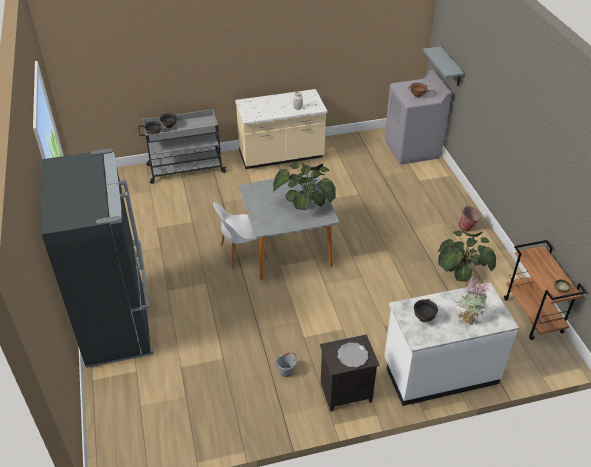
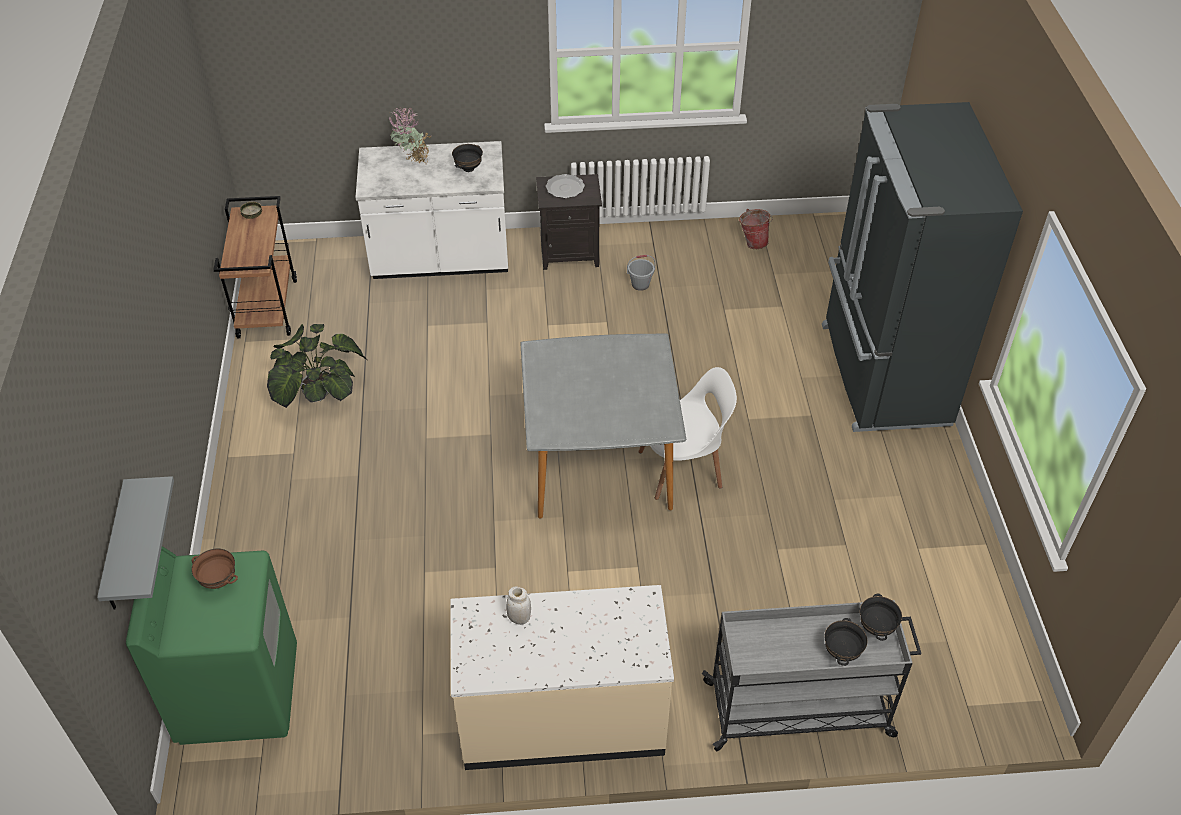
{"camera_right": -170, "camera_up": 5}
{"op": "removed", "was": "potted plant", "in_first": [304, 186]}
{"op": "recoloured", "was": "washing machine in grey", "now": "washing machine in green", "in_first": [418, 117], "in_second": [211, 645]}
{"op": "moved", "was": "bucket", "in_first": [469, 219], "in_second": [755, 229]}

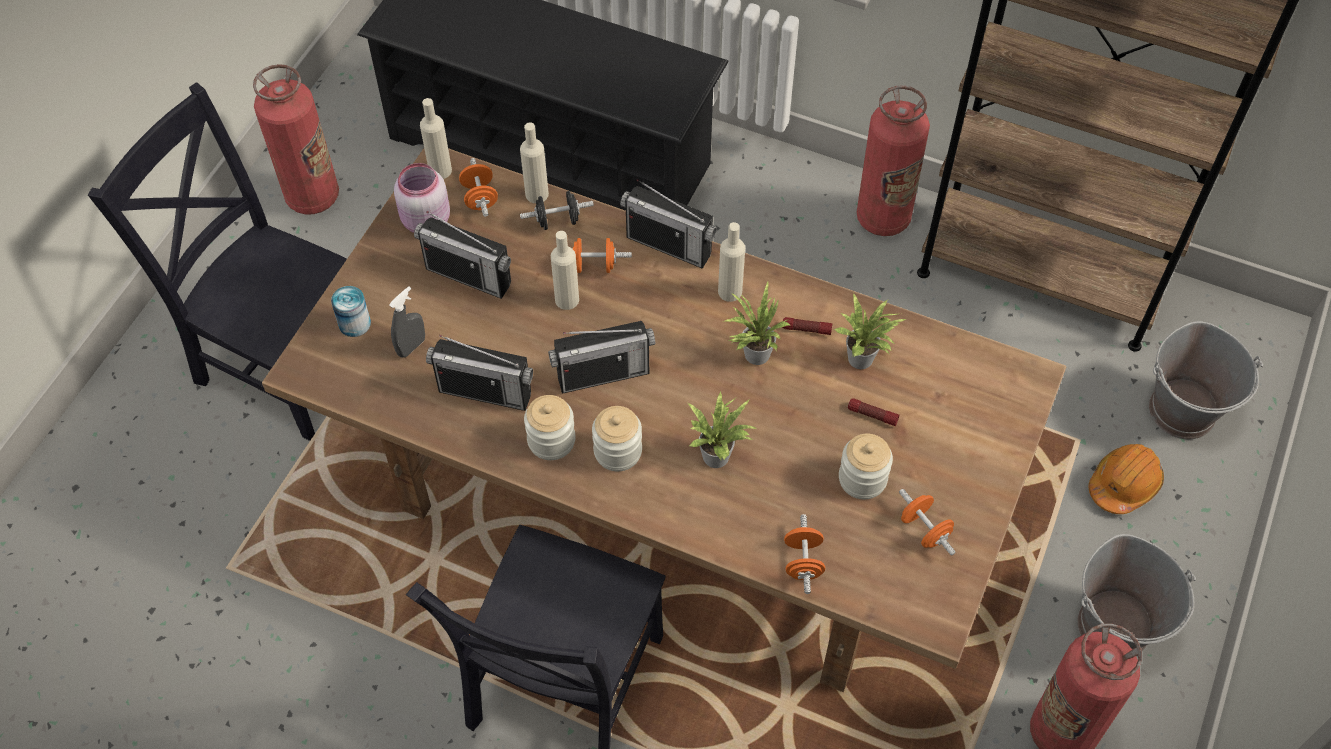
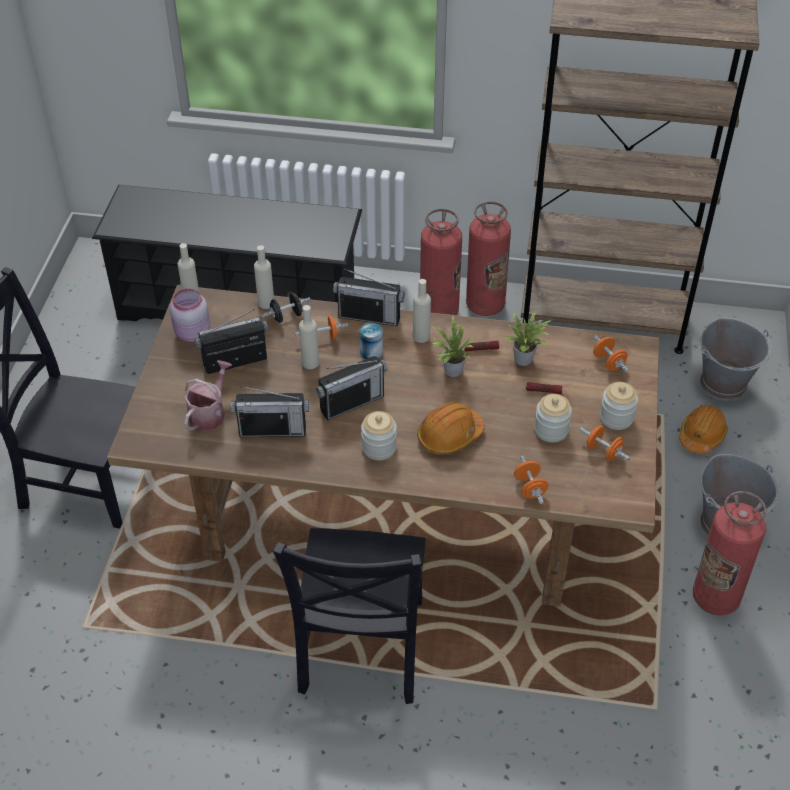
{"camera_right": -15, "camera_up": -10}
{"op": "moved", "was": "fire extinguisher", "in_first": [296, 139], "in_second": [441, 262]}
{"op": "moved", "was": "can", "in_first": [351, 311], "in_second": [371, 341]}
{"op": "replaced", "was": "spray bottle in grey", "now": "watering can", "in_first": [407, 322], "in_second": [208, 395]}
{"op": "turned", "was": "radio", "in_first": [462, 255], "in_second": [231, 341], "clockwise": 150}
{"op": "moved", "was": "dumbbell in orange", "in_first": [478, 187], "in_second": [611, 353]}
{"op": "moved", "was": "jar", "in_first": [549, 427], "in_second": [619, 406]}
{"op": "replaced", "was": "potted plant", "now": "hard hat in orange", "in_first": [722, 430], "in_second": [451, 428]}

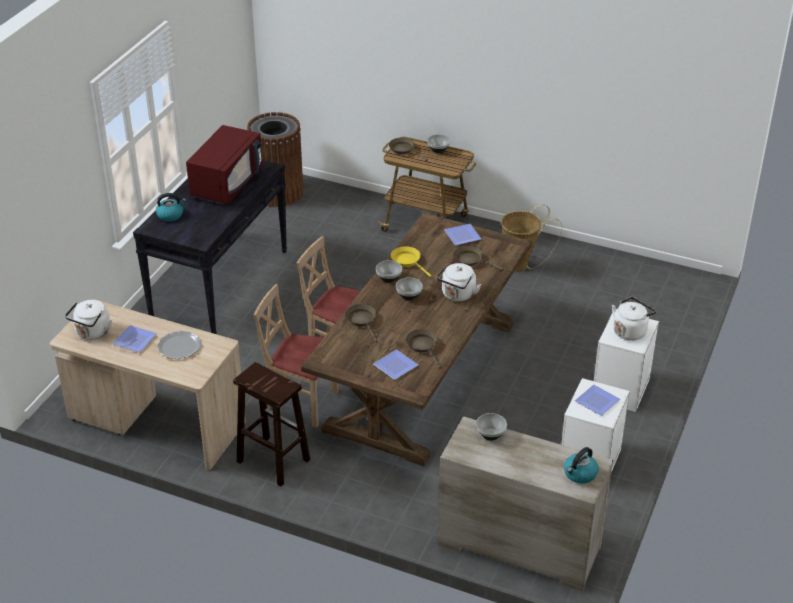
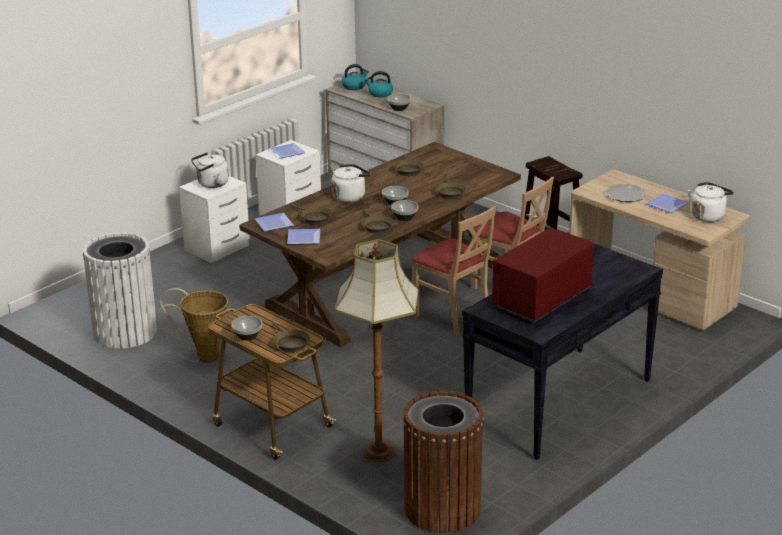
{"camera_right": -160, "camera_up": -10}
{"op": "moved", "was": "kettle", "in_first": [171, 207], "in_second": [378, 84]}
{"op": "moved", "was": "plate", "in_first": [395, 365], "in_second": [274, 222]}
{"op": "recoloured", "was": "frying pan in yellow", "now": "frying pan in brown", "in_first": [411, 261], "in_second": [378, 221]}
{"op": "added", "now": "trash can in white", "in_second": [120, 290]}
{"op": "added", "now": "floor lamp", "in_second": [376, 350]}

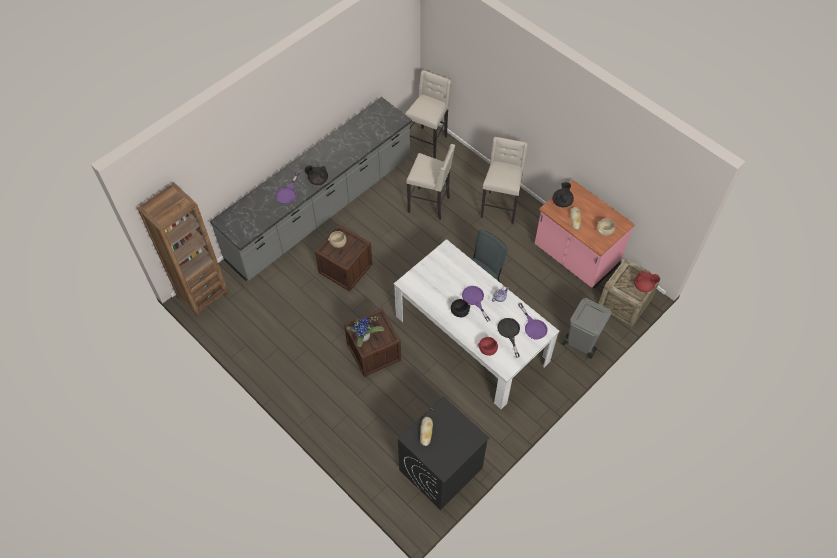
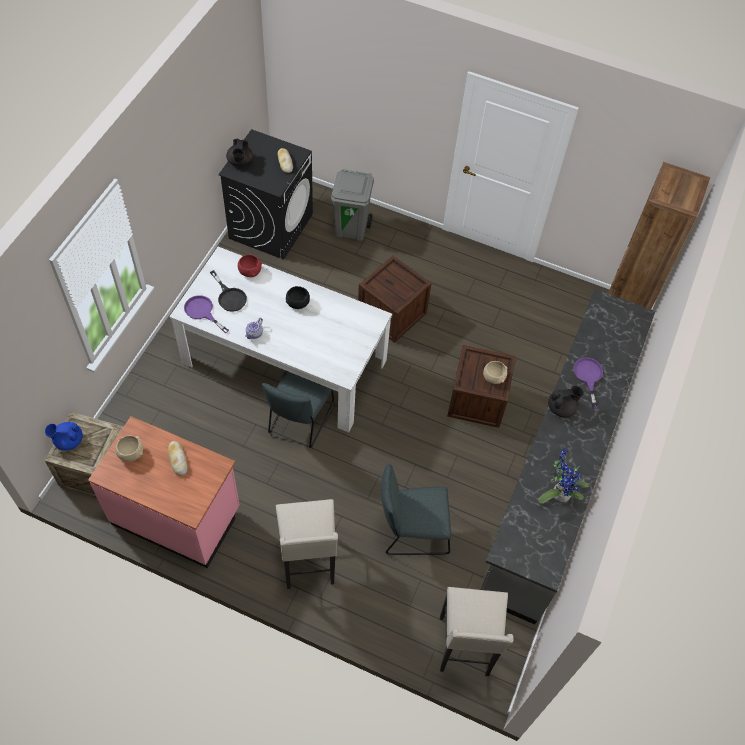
{"camera_right": 155, "camera_up": 0}
{"op": "moved", "was": "potted plant", "in_first": [365, 331], "in_second": [563, 476]}
{"op": "replaced", "was": "stool in beige", "now": "chair in grey", "in_first": [430, 182], "in_second": [416, 509]}
{"op": "removed", "was": "frying pan in purple", "in_first": [476, 304]}
{"op": "moved", "was": "teapot in black", "in_first": [563, 194], "in_second": [239, 153]}
{"op": "moved", "was": "trash can in grey", "in_first": [586, 328], "in_second": [352, 205]}
{"op": "recoloured", "was": "teapot in red", "now": "teapot in blue", "in_first": [647, 281], "in_second": [64, 436]}

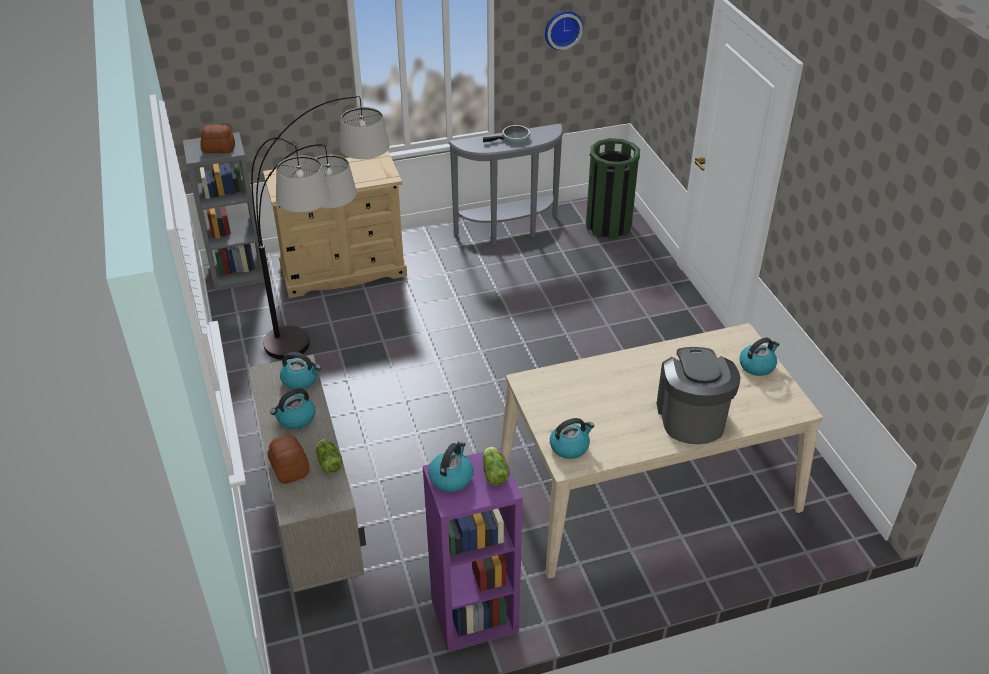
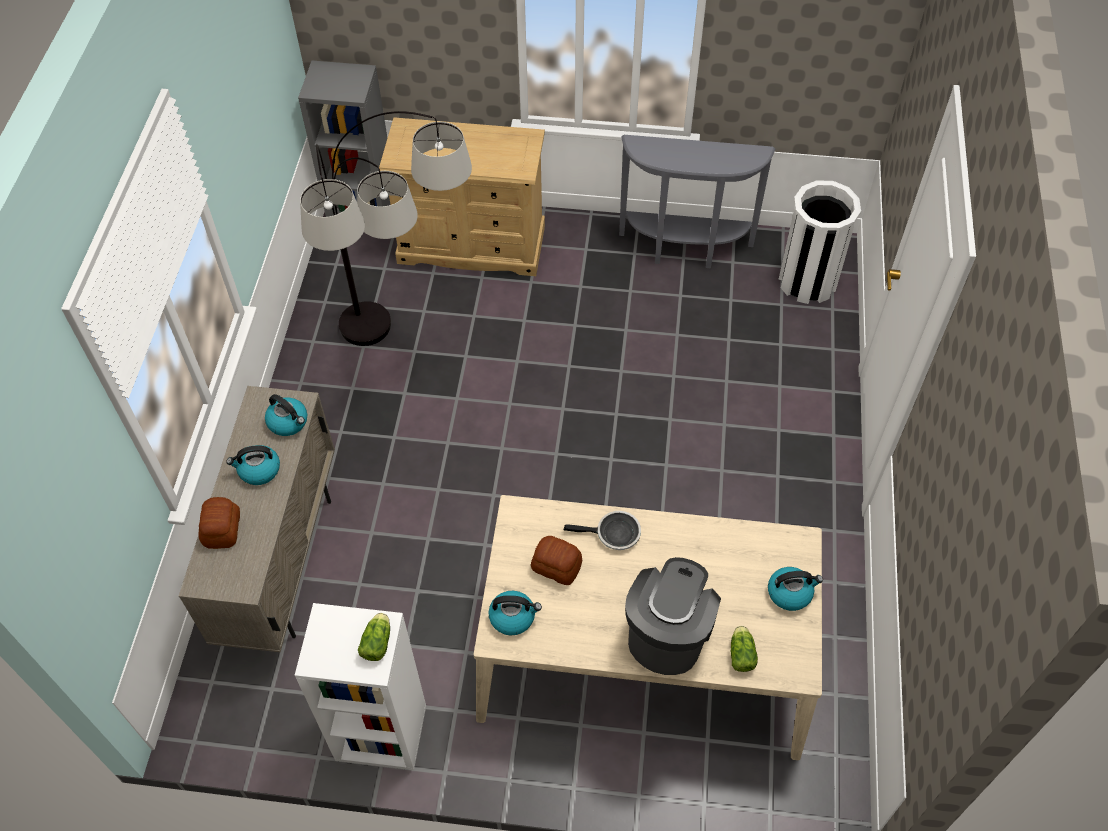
{"camera_right": 25, "camera_up": 15}
{"op": "moved", "was": "bread", "in_first": [217, 139], "in_second": [556, 560]}
{"op": "moved", "was": "lettuce", "in_first": [329, 456], "in_second": [744, 649]}
{"op": "recoloured", "was": "bookcase in purple", "now": "bookcase in white", "in_first": [473, 550], "in_second": [360, 686]}
{"op": "removed", "was": "kettle", "in_first": [450, 466]}
{"op": "moved", "was": "frying pan", "in_first": [506, 134], "in_second": [602, 530]}
{"op": "removed", "was": "wall clock", "in_first": [564, 30]}
{"op": "recoloured", "was": "trash can in green", "now": "trash can in white", "in_first": [613, 188], "in_second": [819, 242]}

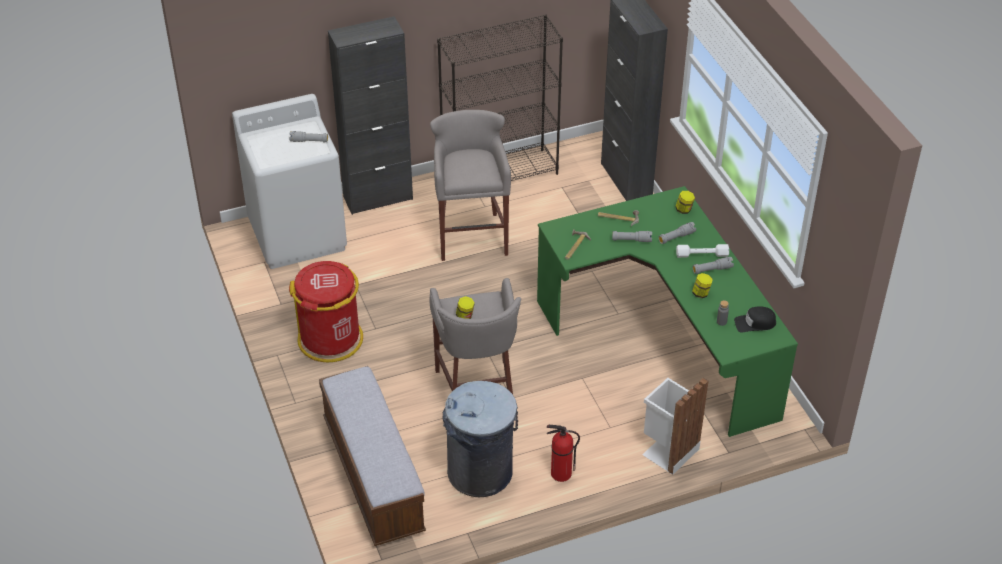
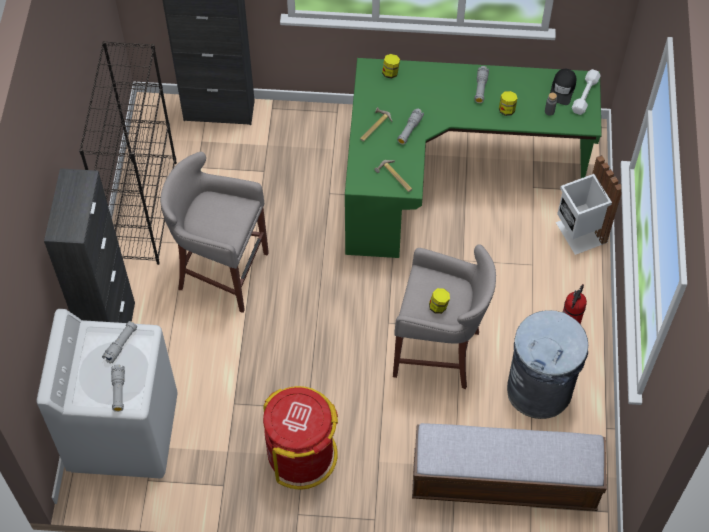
{"camera_right": -65, "camera_up": 15}
{"op": "moved", "was": "flashlight in grey", "in_first": [677, 233], "in_second": [118, 388]}
{"op": "moved", "was": "dumbbell in white", "in_first": [702, 251], "in_second": [586, 92]}

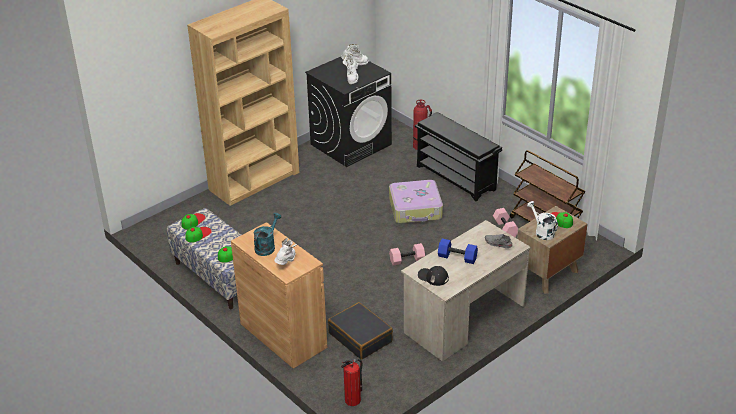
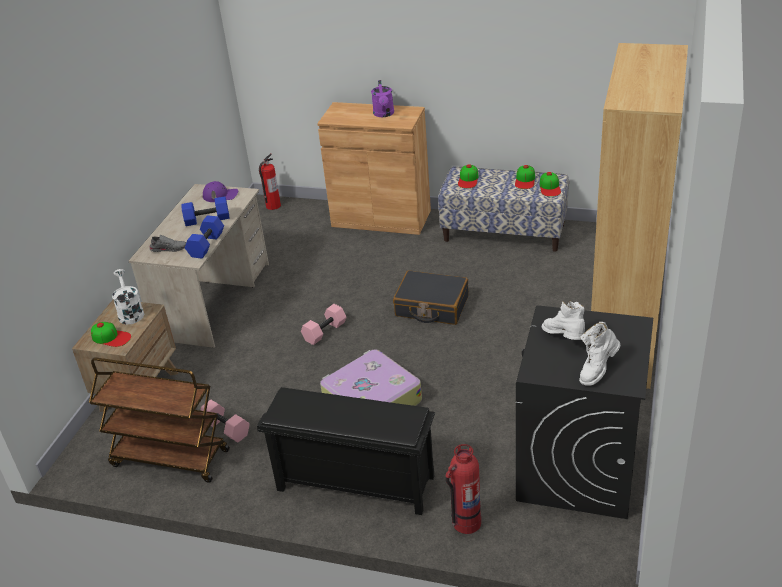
{"camera_right": 150, "camera_up": 0}
{"op": "recoloured", "was": "watering can in turquoise", "now": "watering can in purple", "in_first": [267, 234], "in_second": [382, 98]}
{"op": "removed", "was": "boot in white", "in_first": [285, 251]}
{"op": "moved", "was": "suitcase in black", "in_first": [360, 331], "in_second": [431, 297]}
{"op": "recoloured", "was": "cap in black", "now": "cap in purple", "in_first": [433, 276], "in_second": [220, 191]}
{"op": "turned", "was": "watering can in white", "in_first": [542, 220], "in_second": [128, 296], "clockwise": -135}
{"op": "added", "now": "dumbbell in blue", "in_second": [204, 236]}

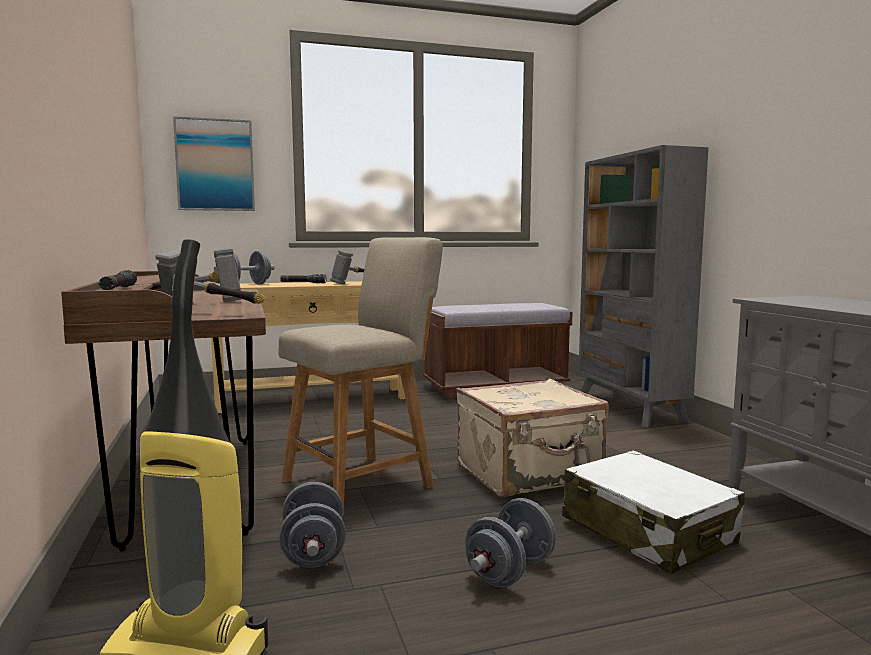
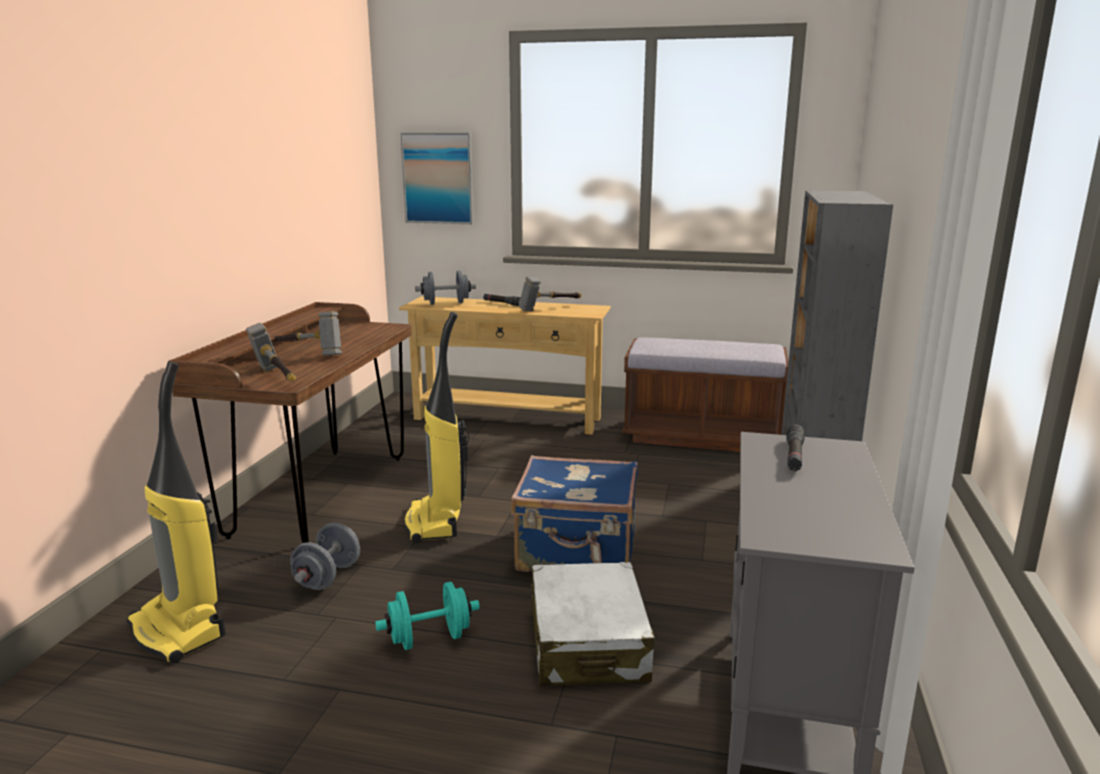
{"camera_right": 30, "camera_up": 10}
{"op": "moved", "was": "flashlight in black", "in_first": [118, 280], "in_second": [796, 447]}
{"op": "replaced", "was": "chair in beige", "now": "vacuum cleaner", "in_first": [360, 376], "in_second": [436, 427]}
{"op": "recoloured", "was": "suitcase in beige", "now": "suitcase in blue", "in_first": [533, 438], "in_second": [574, 513]}
{"op": "recoloured", "was": "dumbbell in grey", "now": "dumbbell in turquoise", "in_first": [510, 542], "in_second": [427, 616]}

